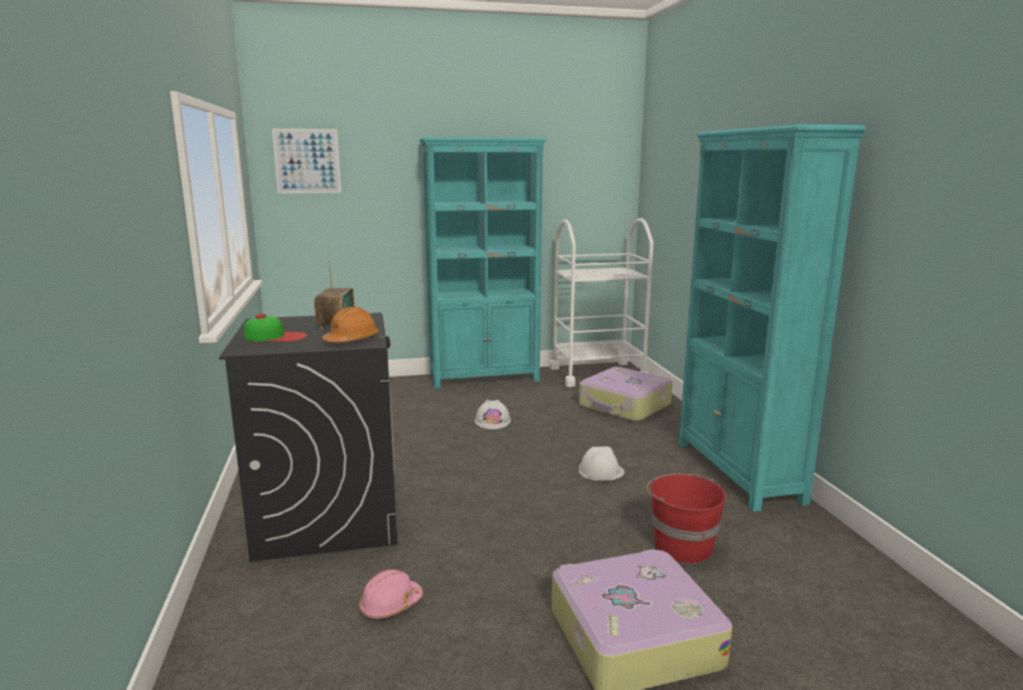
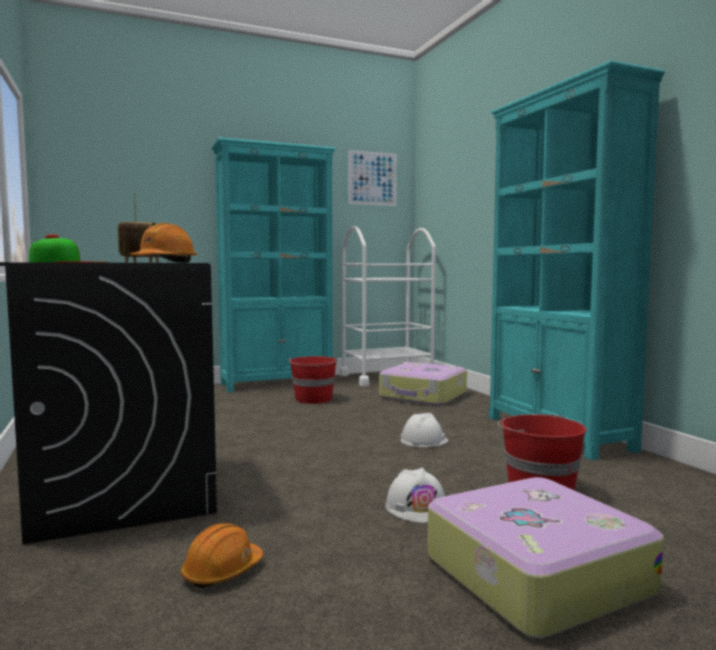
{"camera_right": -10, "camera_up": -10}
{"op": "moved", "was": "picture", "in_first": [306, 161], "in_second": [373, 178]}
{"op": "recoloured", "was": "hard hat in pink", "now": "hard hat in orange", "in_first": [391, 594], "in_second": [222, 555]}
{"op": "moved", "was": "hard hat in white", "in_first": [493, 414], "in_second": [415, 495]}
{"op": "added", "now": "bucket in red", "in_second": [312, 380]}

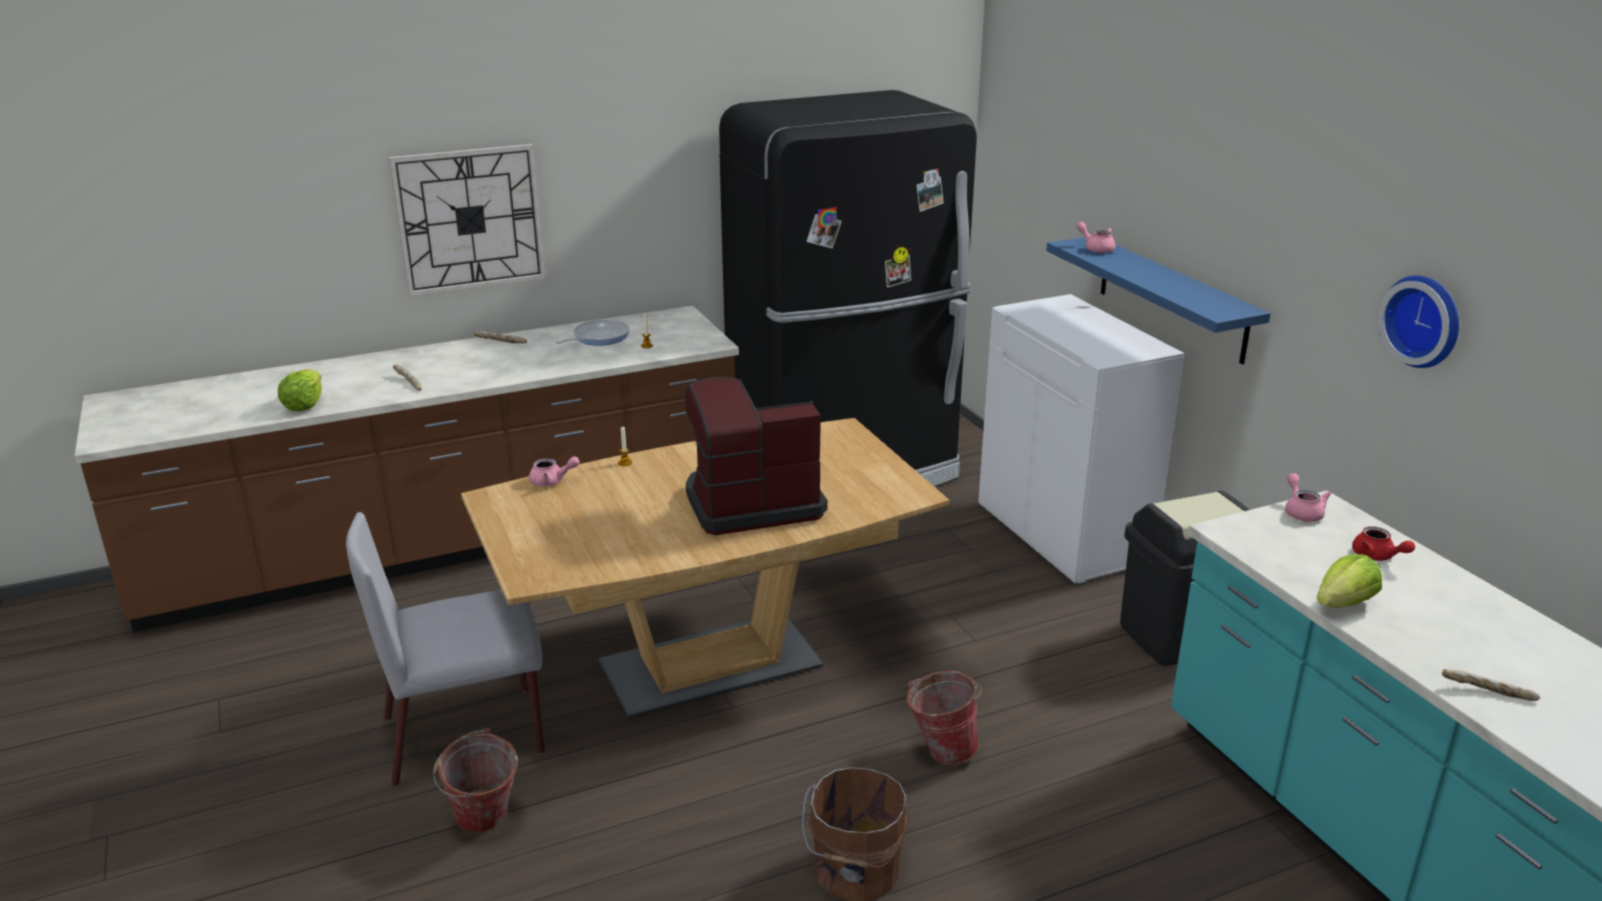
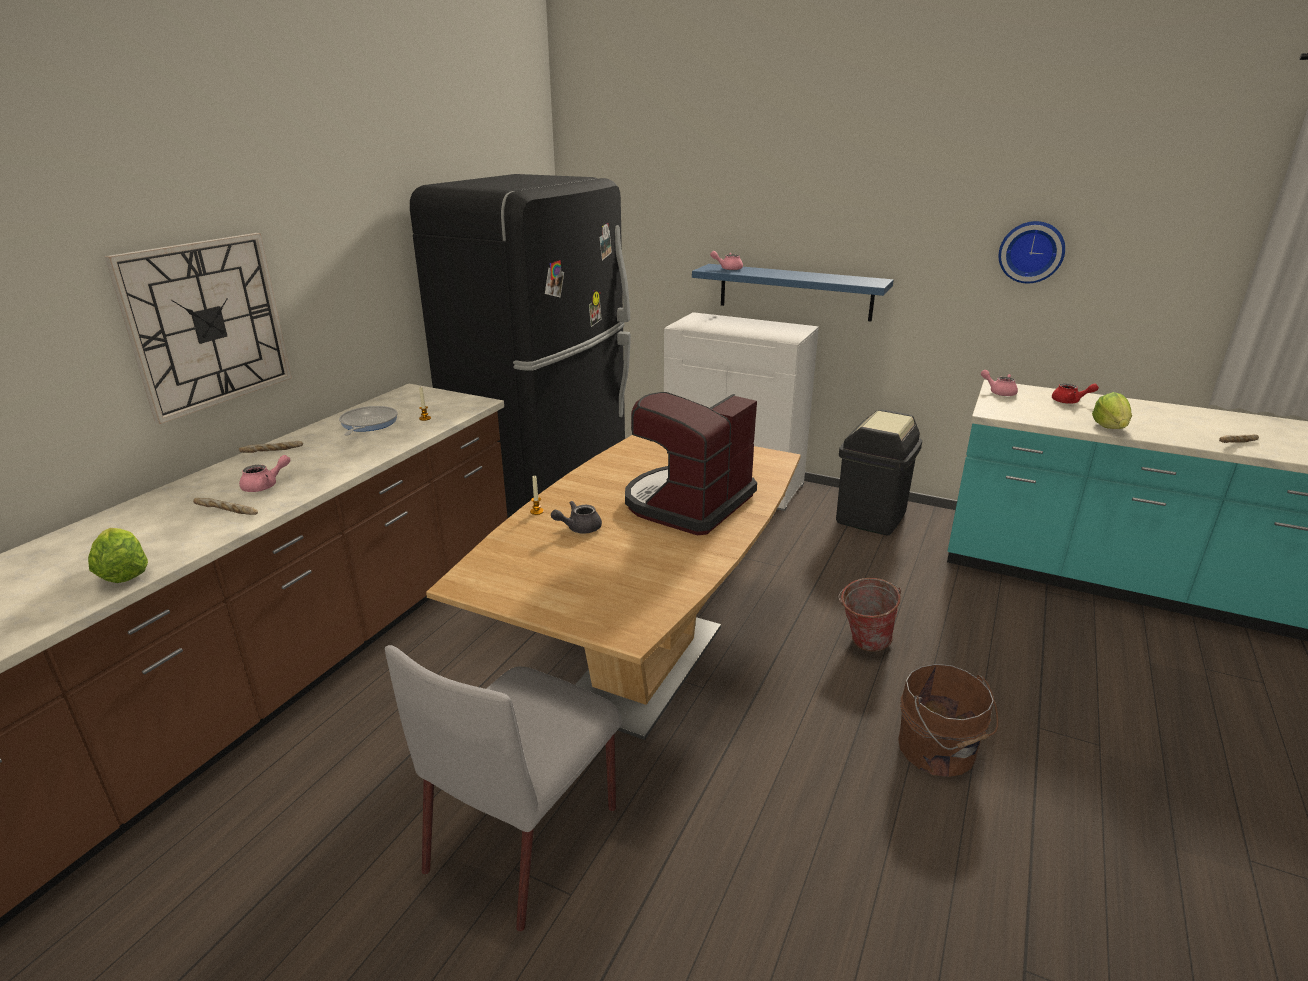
{"camera_right": -40, "camera_up": 0}
{"op": "removed", "was": "bucket", "in_first": [475, 780]}
{"op": "moved", "was": "teapot in pink", "in_first": [554, 471], "in_second": [264, 473]}
{"op": "added", "now": "teapot in grey", "in_second": [576, 517]}

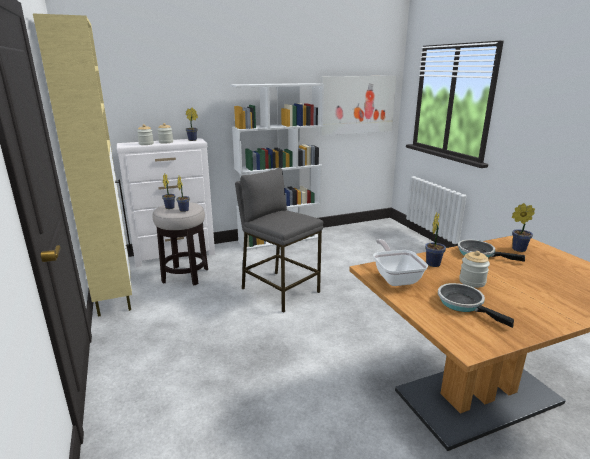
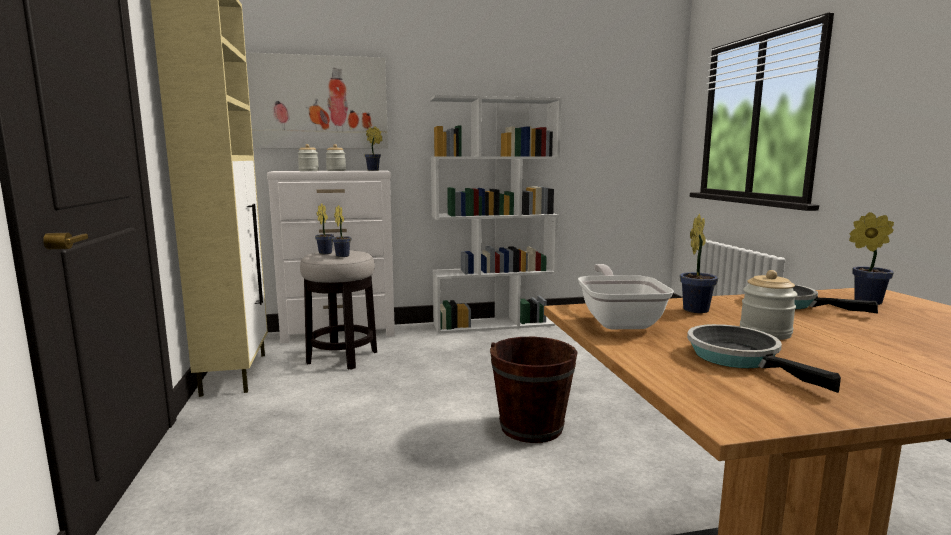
{"camera_right": 10, "camera_up": -10}
{"op": "removed", "was": "stool in grey", "in_first": [279, 240]}
{"op": "moved", "was": "picture", "in_first": [358, 106], "in_second": [317, 100]}
{"op": "added", "now": "bucket in brown", "in_second": [534, 390]}

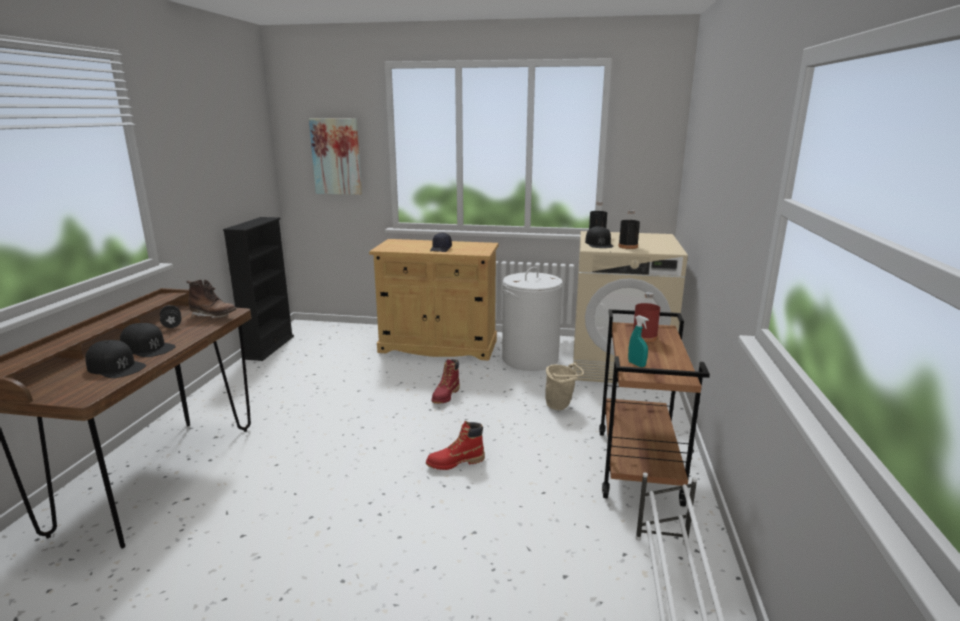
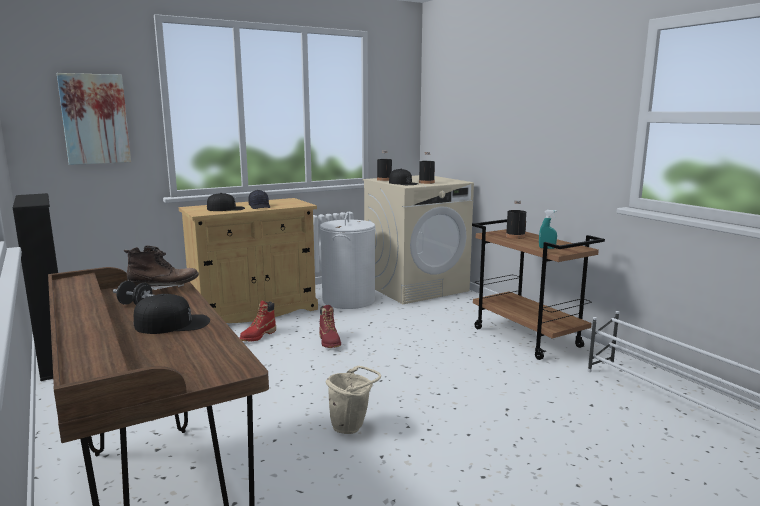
{"camera_right": -40, "camera_up": -5}
{"op": "moved", "was": "cap in black", "in_first": [115, 359], "in_second": [226, 202]}
{"op": "moved", "was": "boot in red", "in_first": [455, 445], "in_second": [257, 321]}
{"op": "moved", "was": "bucket in beige", "in_first": [565, 386], "in_second": [353, 400]}
{"op": "recoloured", "was": "bottle in red", "now": "bottle in black", "in_first": [646, 317], "in_second": [516, 219]}

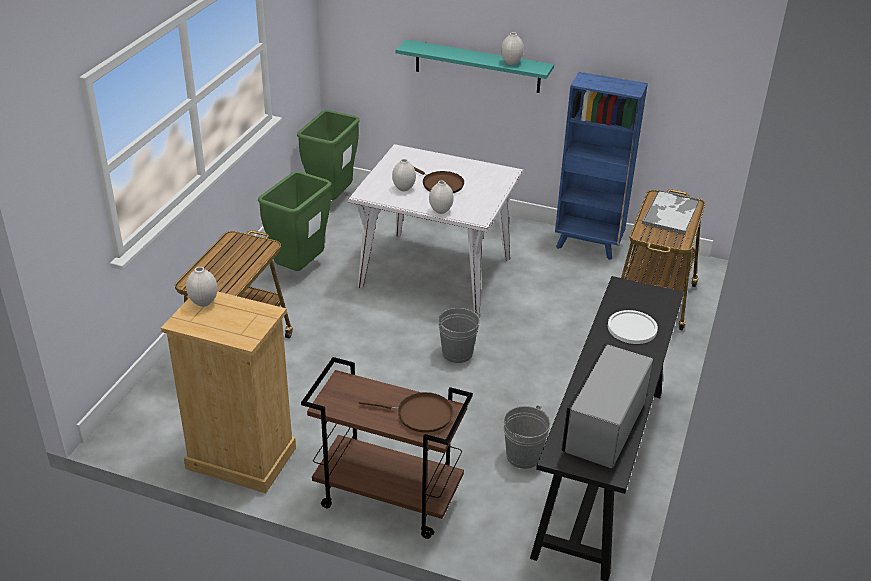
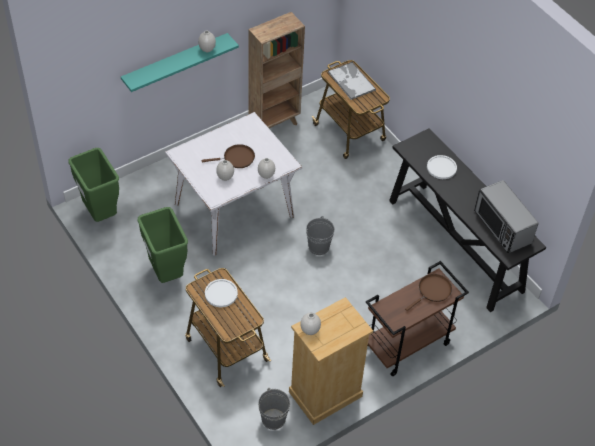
{"camera_right": -55, "camera_up": 15}
{"op": "moved", "was": "bucket in grey", "in_first": [527, 437], "in_second": [274, 408]}
{"op": "recoloured", "was": "bookcase in blue", "now": "bookcase in brown", "in_first": [601, 166], "in_second": [276, 70]}
{"op": "added", "now": "plate in white", "in_second": [221, 293]}

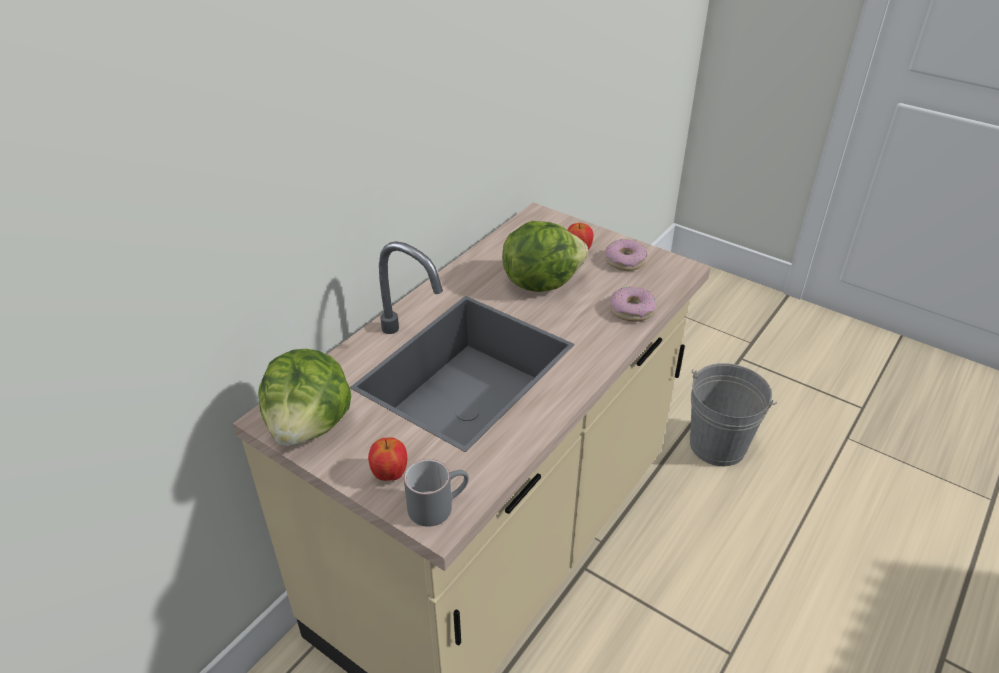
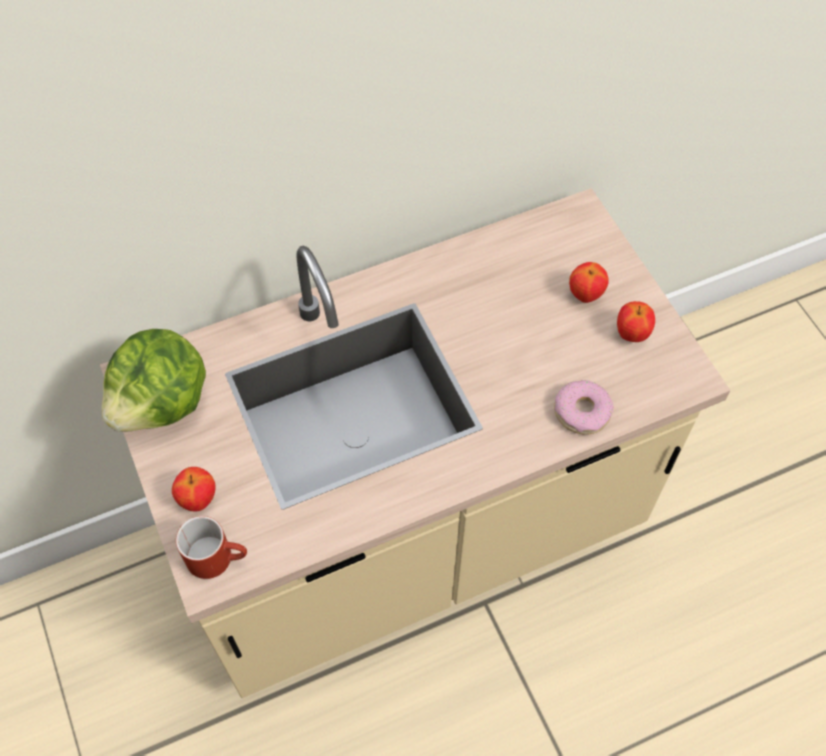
{"camera_right": 30, "camera_up": 20}
{"op": "recoloured", "was": "mug in grey", "now": "mug in red", "in_first": [436, 493], "in_second": [211, 547]}
{"op": "removed", "was": "lettuce", "in_first": [545, 256]}
{"op": "replaced", "was": "donut", "now": "apple", "in_first": [626, 255], "in_second": [636, 321]}
{"op": "removed", "was": "bucket in grey", "in_first": [733, 414]}

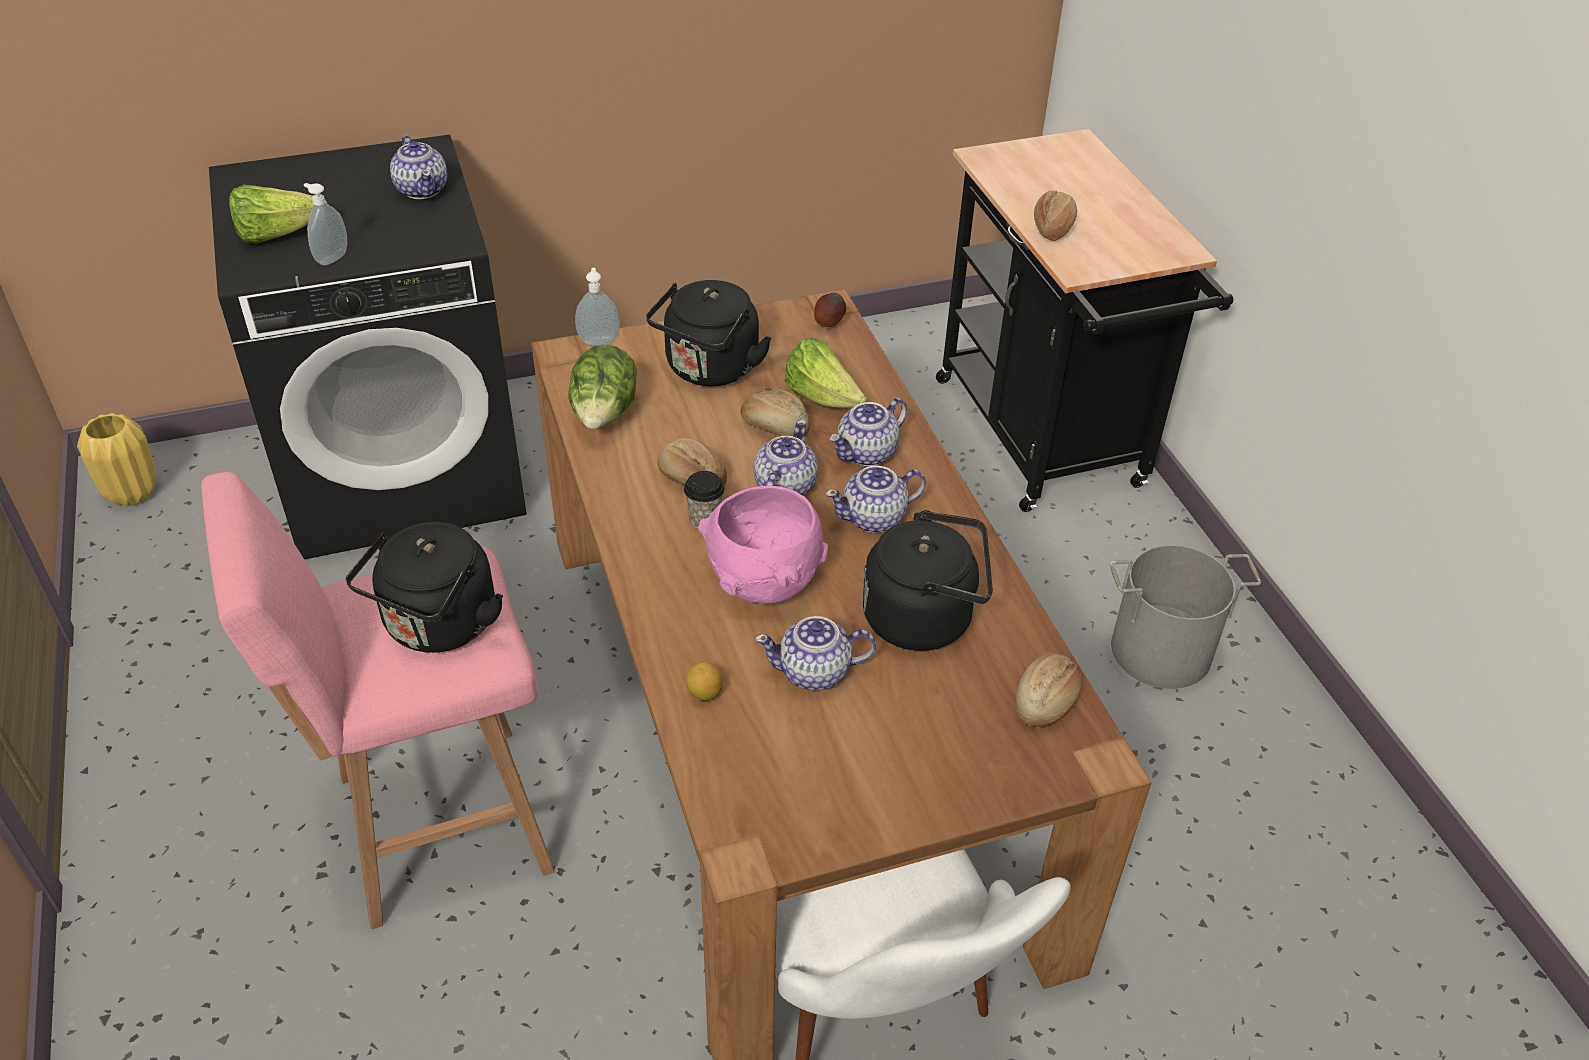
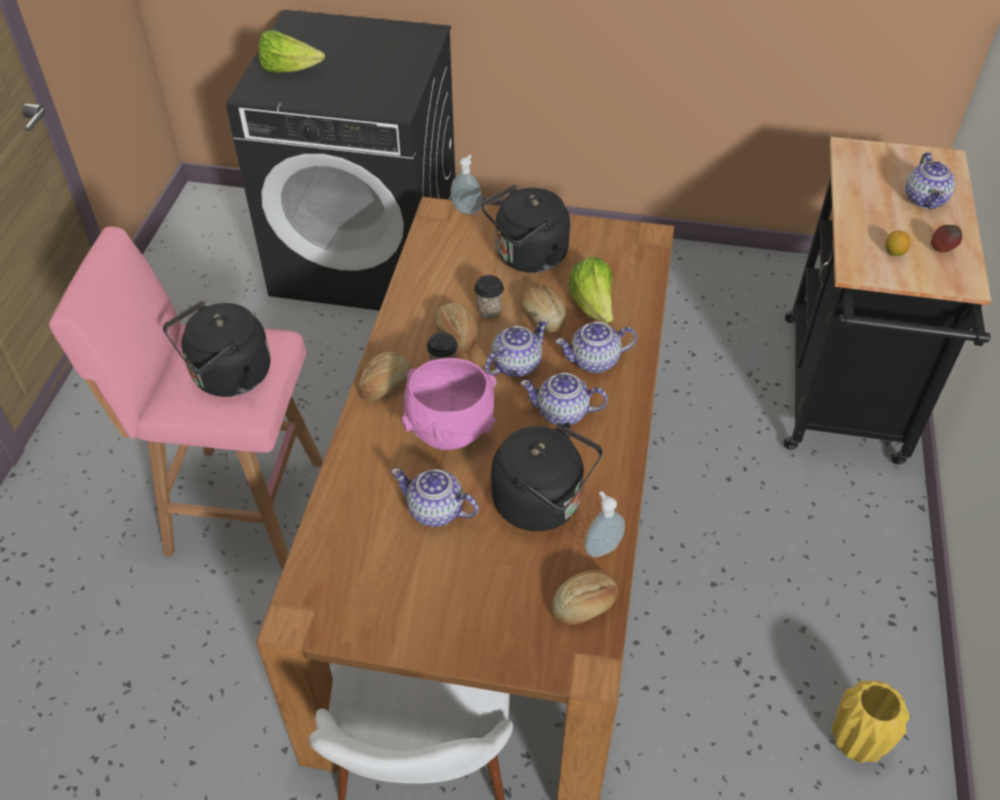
{"camera_right": 30, "camera_up": 5}
{"op": "moved", "was": "vase in yellow", "in_first": [117, 459], "in_second": [871, 721]}
{"op": "moved", "was": "soap dispenser", "in_first": [325, 224], "in_second": [605, 524]}
{"op": "moved", "was": "teapot", "in_first": [418, 167], "in_second": [930, 181]}
{"op": "removed", "was": "lettuce", "in_first": [602, 387]}
{"op": "moved", "was": "lemon", "in_first": [704, 681], "in_second": [898, 243]}
{"op": "moved", "was": "apple", "in_first": [830, 310], "in_second": [946, 239]}
{"op": "moved", "was": "bread", "in_first": [1055, 216], "in_second": [385, 376]}
{"op": "removed", "was": "bucket in grey", "in_first": [1185, 617]}
{"op": "added", "now": "cup", "in_second": [489, 296]}

